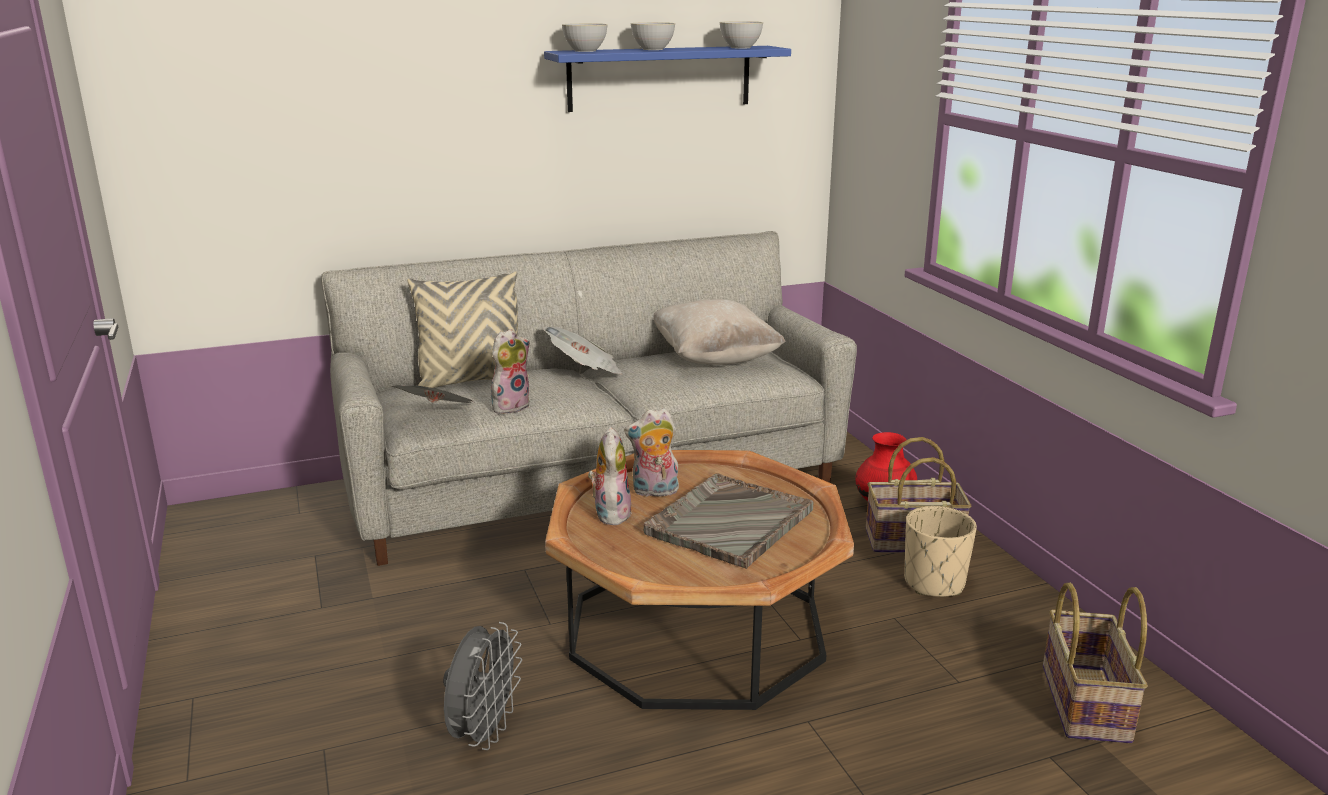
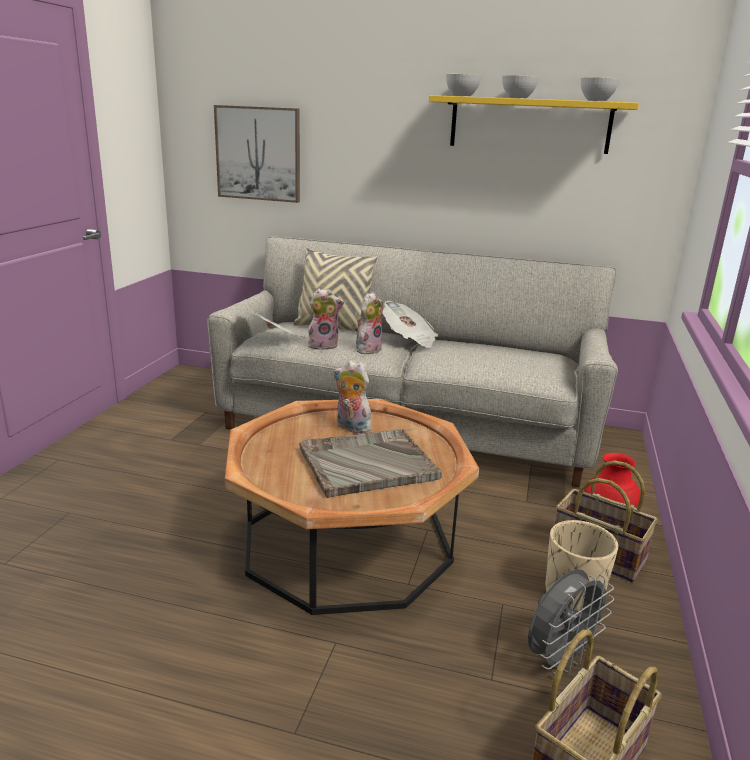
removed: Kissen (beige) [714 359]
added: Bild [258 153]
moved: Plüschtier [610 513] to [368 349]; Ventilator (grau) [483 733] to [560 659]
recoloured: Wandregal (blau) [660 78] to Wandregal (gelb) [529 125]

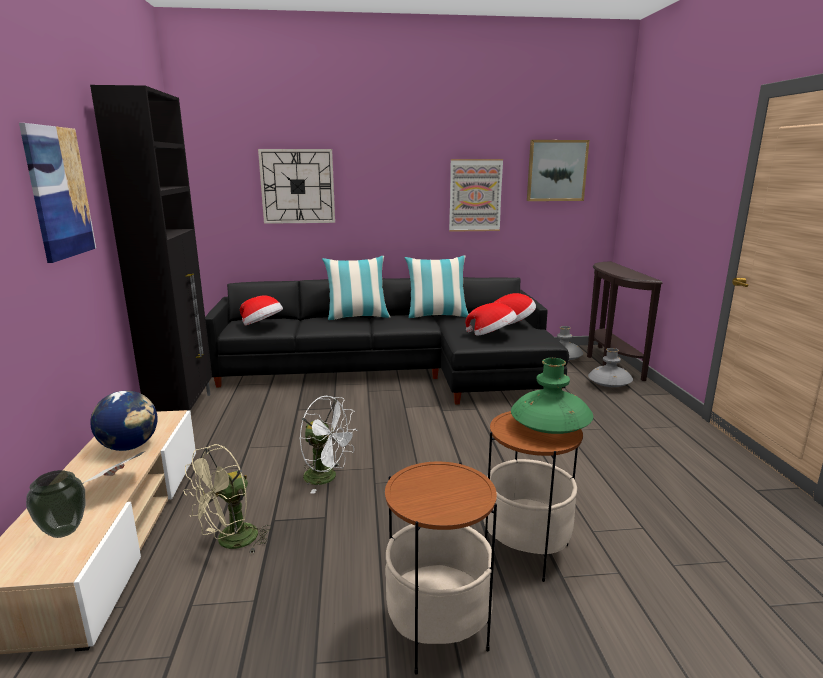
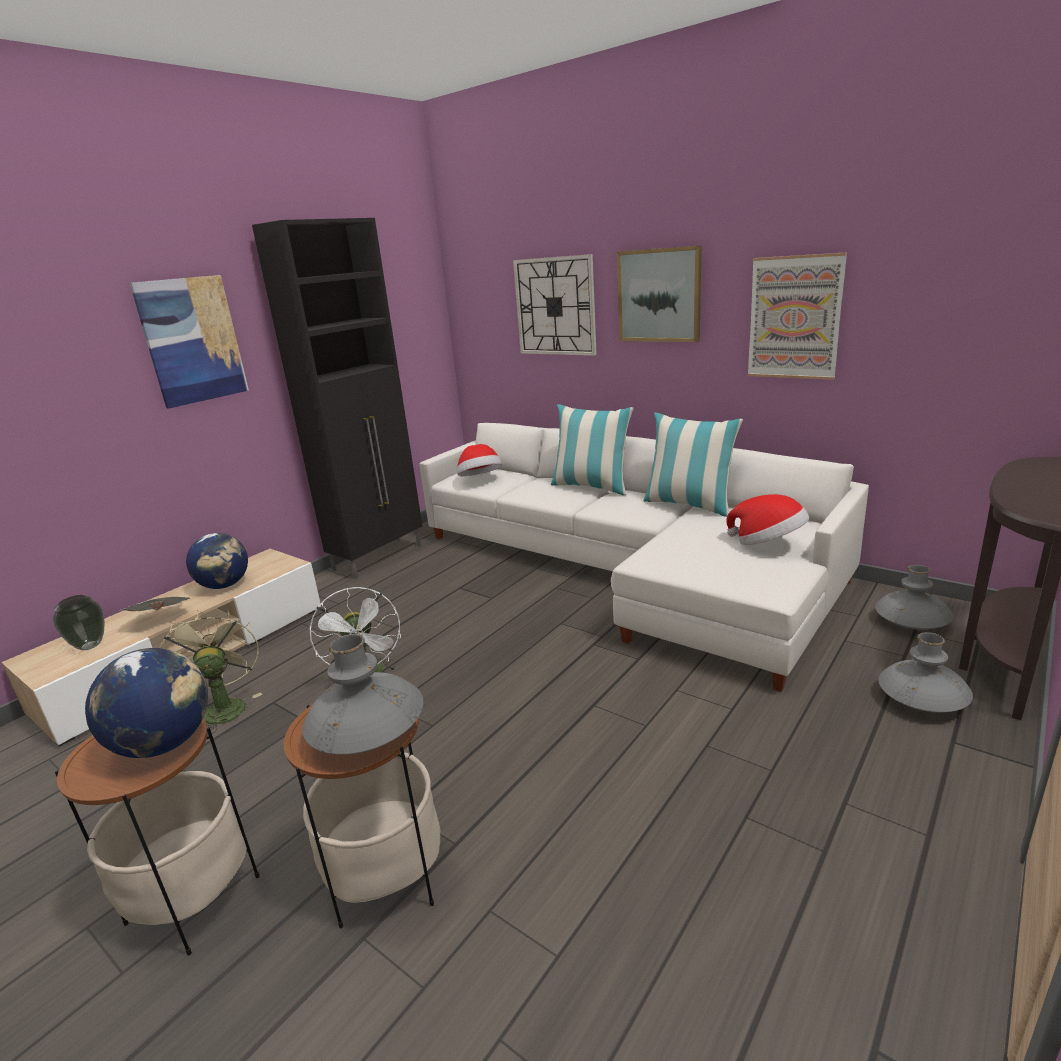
removed: Hut [492 335]
added: Globus [165 743]
moved: Bild [556 170] to [659 295]
recoloured: Vase (grün) [550 426] to Vase (grau) [367 731]; Sofa (schwarz) [399 370] to Sofa (weiß) [631 570]
turned: Ventilator (beige) [230 542] = [223 707] 75 degrees clockwise

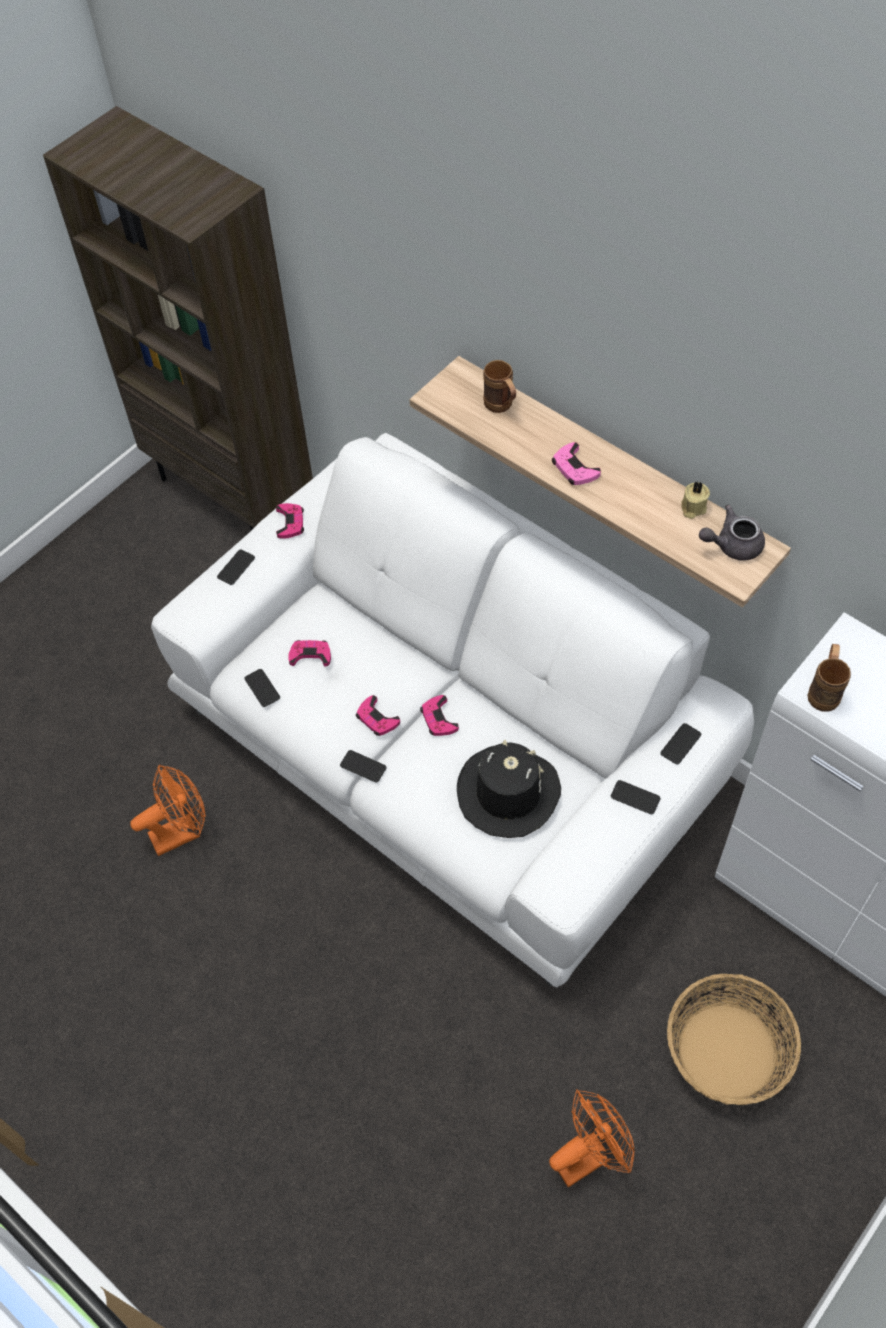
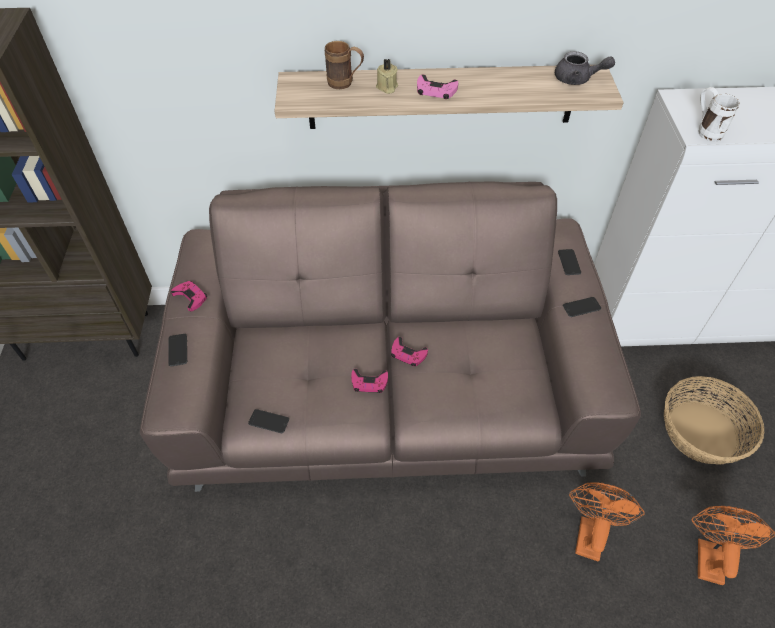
removed: Gamepad (rosa) [310 655]; Handy [363 766]; Hut (schwarz) [507 793]
moved: Kerze (beige) [692 508] to [387 87]; Ventilator (orange) [182 832] to [589 532]
recoloured: Sofa (weiß) [448 750] to Sofa (braun) [388 389]; Henkelbecher (braun) [824 690] to Henkelbecher (weiß) [705 130]
turned: Teekanne (grau) [732 545] = [577 79] 105 degrees counterclockwise

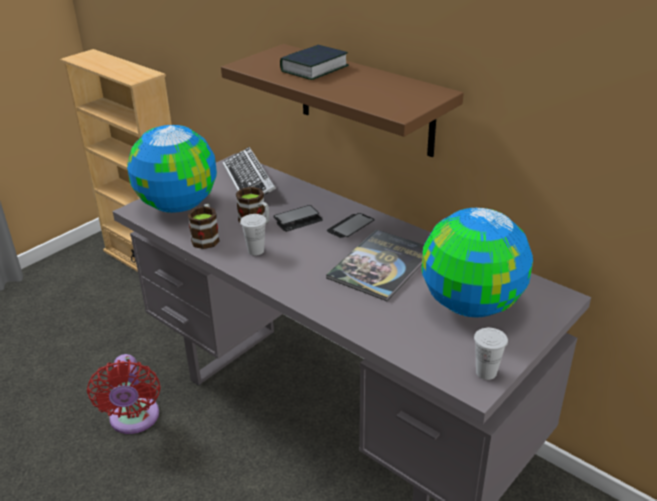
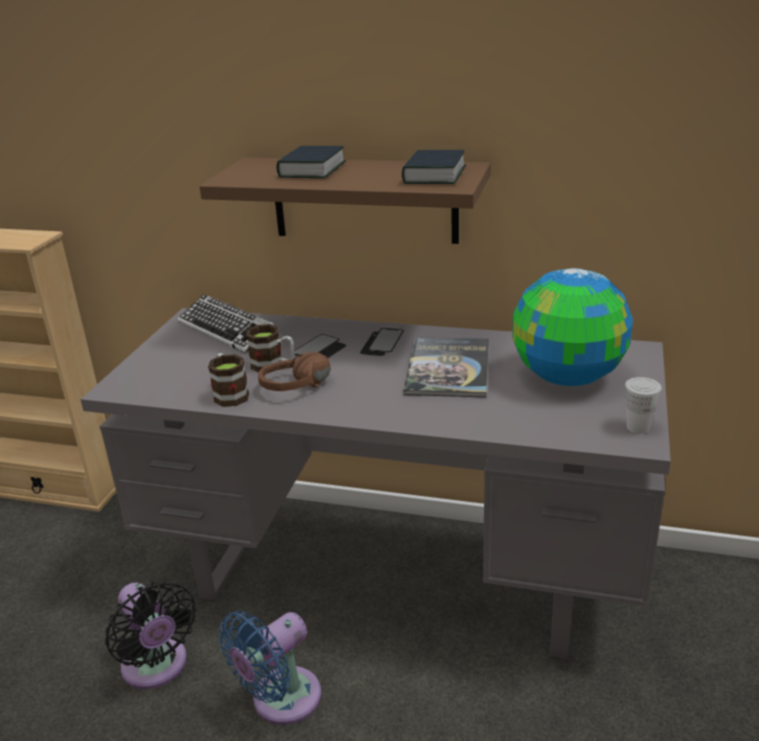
removed: Globus [177 205]
added: Ventilator (blau) [280 701]; Buch [434 175]
replaced: Tasse (weiß) [256 251] to Kopfhörer (braun) [300 391]
recoloured: Ventilator (rot) [134 420] to Ventilator (schwarz) [157 668]

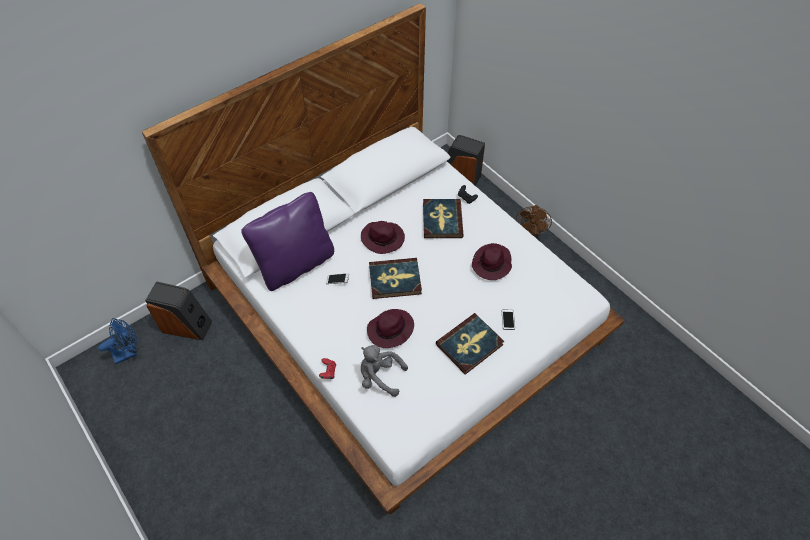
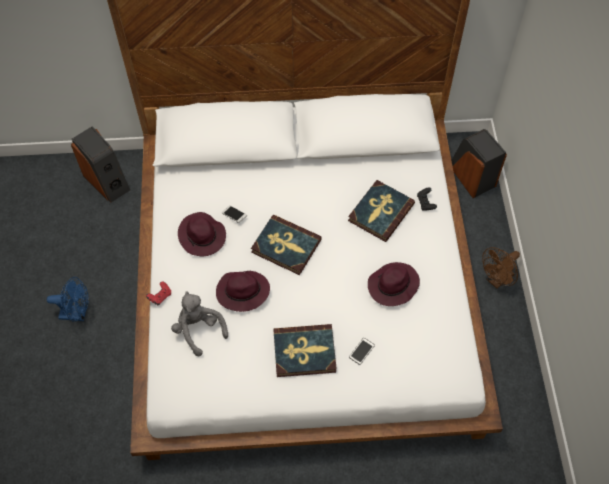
removed: Kissen (lila) [295 264]
moved: Ventilator (blau) [129 352] to [77 313]; Hut (lila) [383 239] to [202 236]

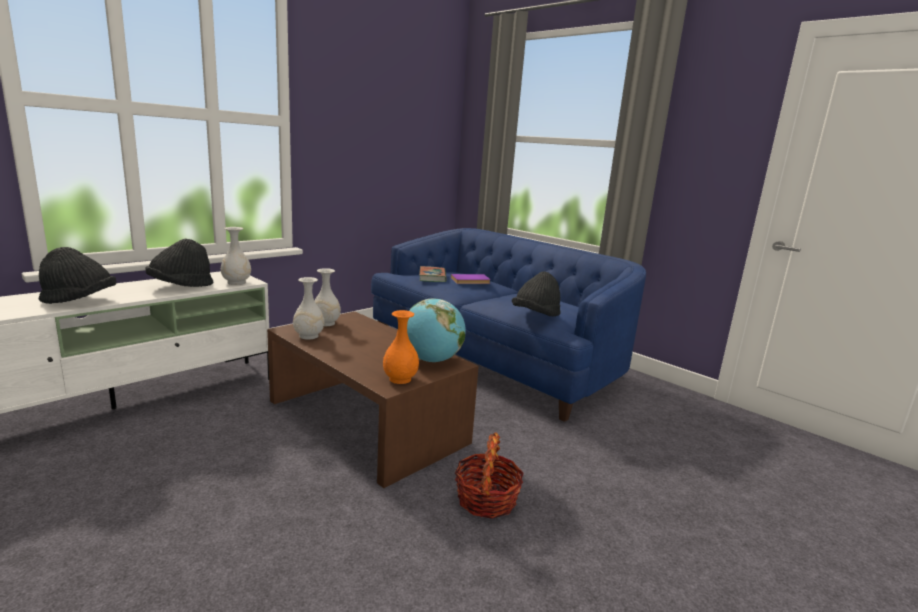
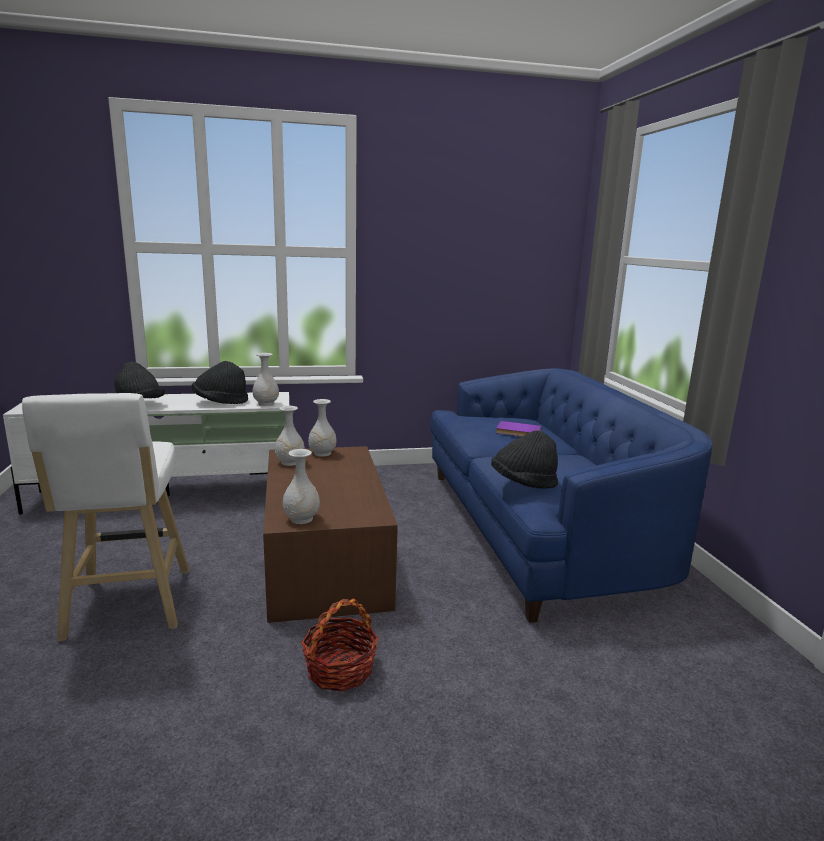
removed: Globus [432 360]; Buch [432 277]
added: Hocker (weiß) [127 607]
recoloured: Vase (orange) [400 379] to Vase (weiß) [302 519]

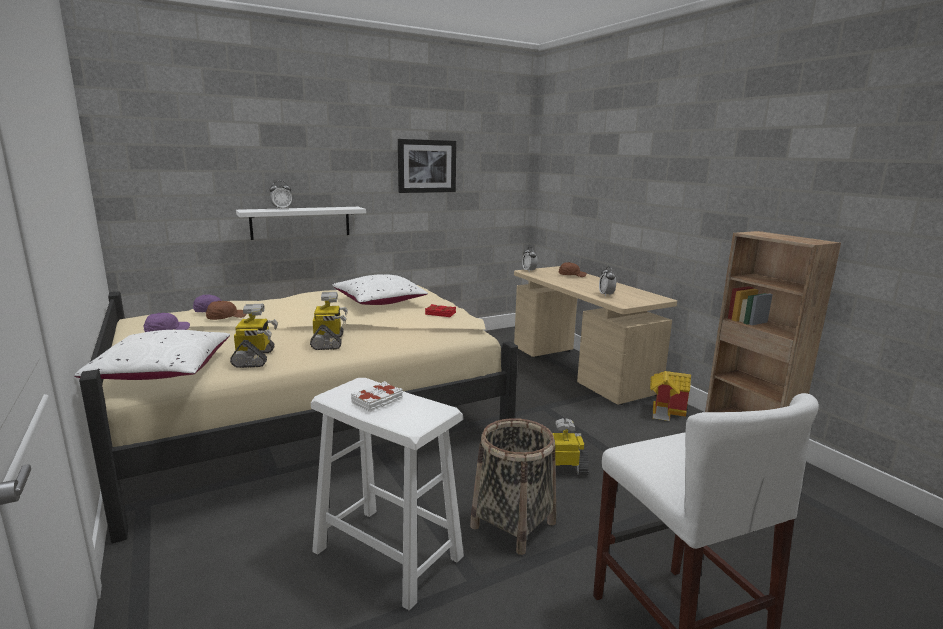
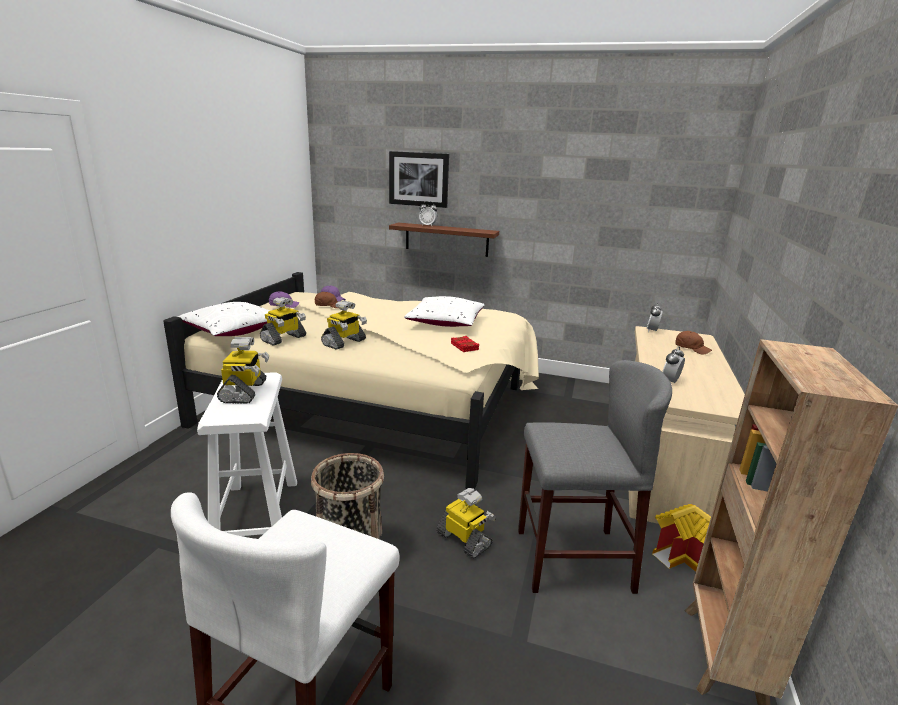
added: Hocker (grau) [572 559]
moved: Bild [427 166] to [418 179]
replaced: Buch (weiß) [378 401] to Spielzeugroboter [244 392]
recoloured: Wandregal (weiß) [301 222] to Wandregal (braun) [446 239]

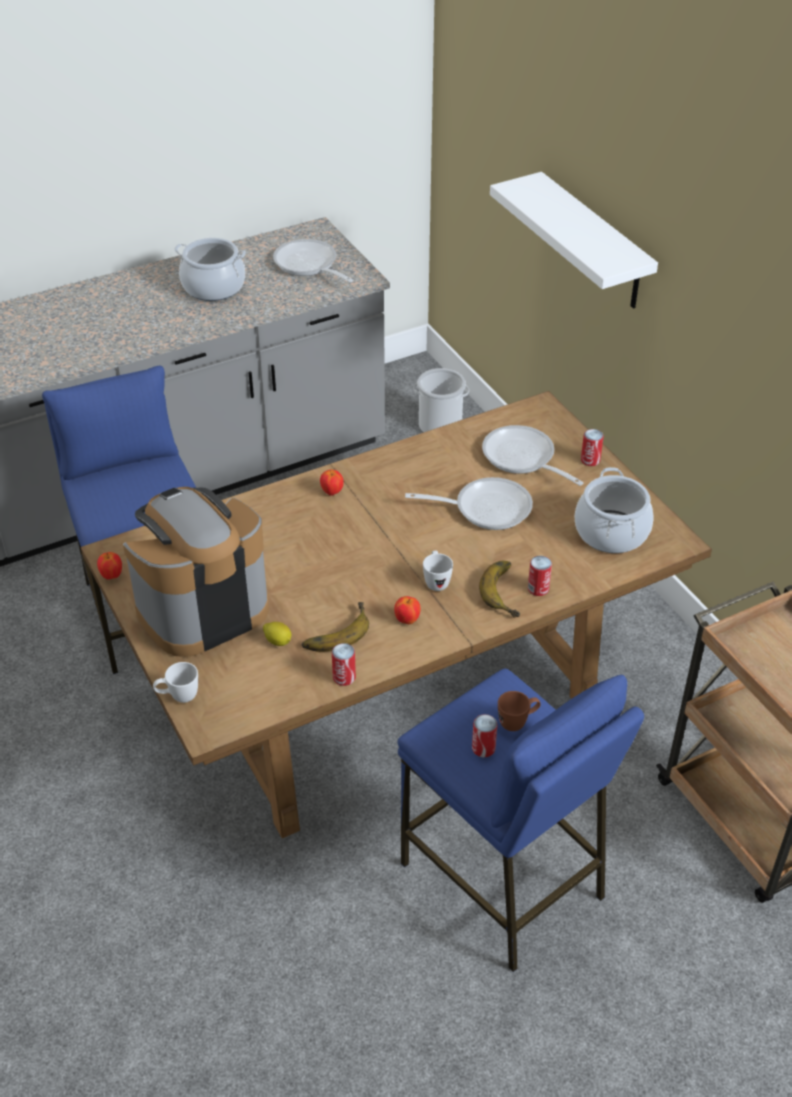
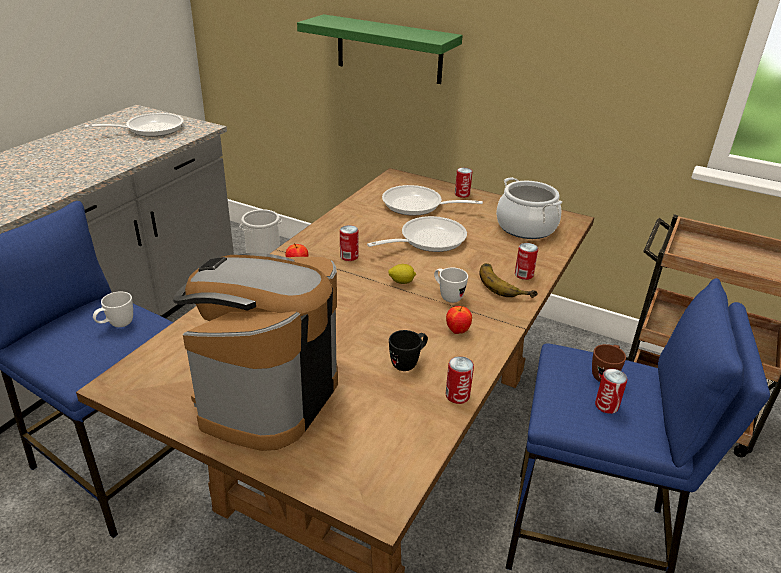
removed: Apfel [112 576]; Kochtopf [213 287]
added: Dose [349 256]
moved: Henkelbecher (weiß) [178 697] to [116 325]; Zitrone [278 641] to [401 282]
replaced: Banane [334 631] to Henkelbecher (schwarz) [408 363]
recoloured: Wandregal (weiß) [594 243] to Wandregal (grün) [389 49]
turned: Pfanne [308 265] = [149 129] 135 degrees clockwise

